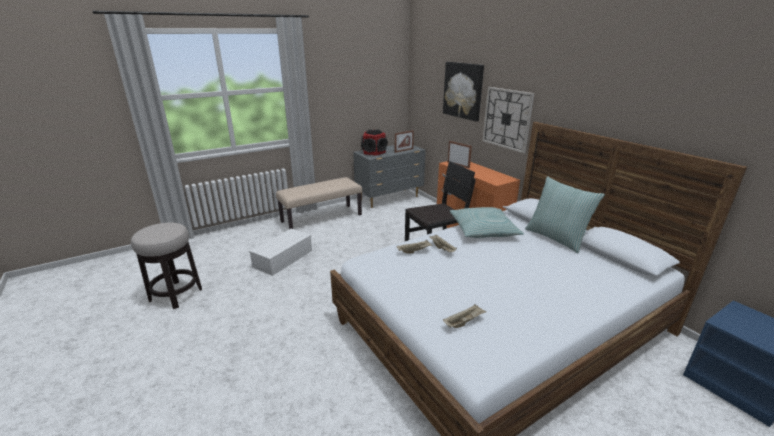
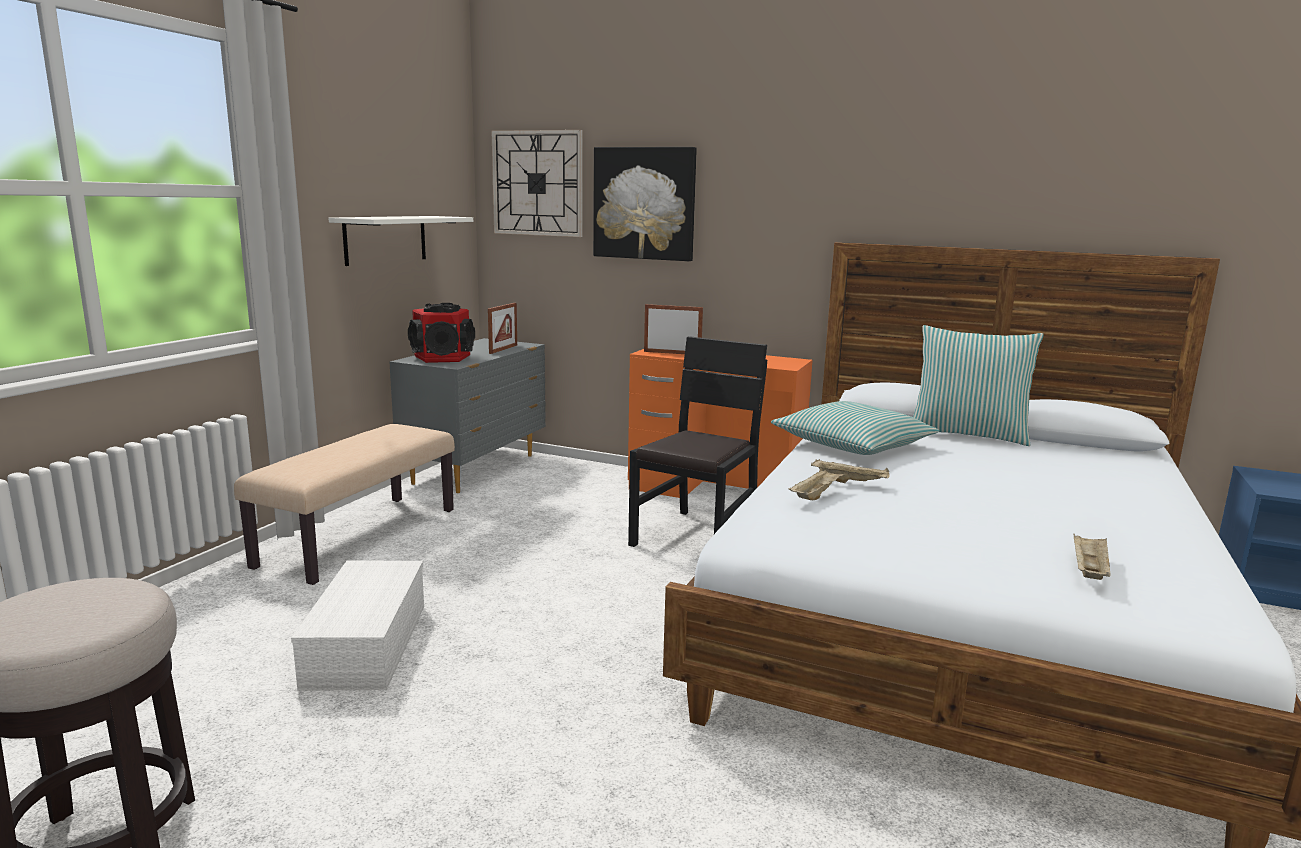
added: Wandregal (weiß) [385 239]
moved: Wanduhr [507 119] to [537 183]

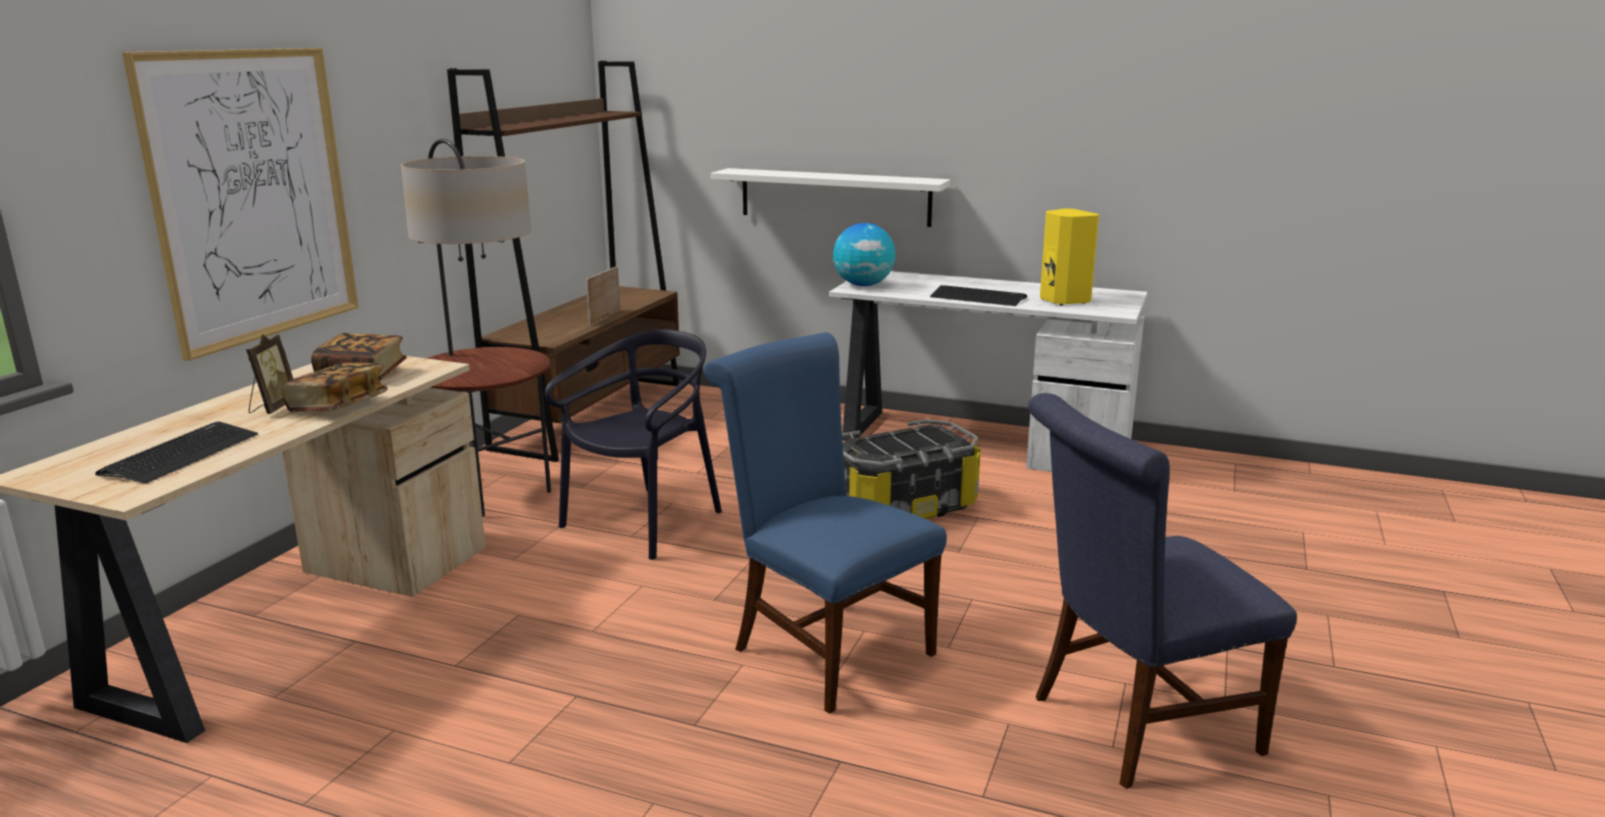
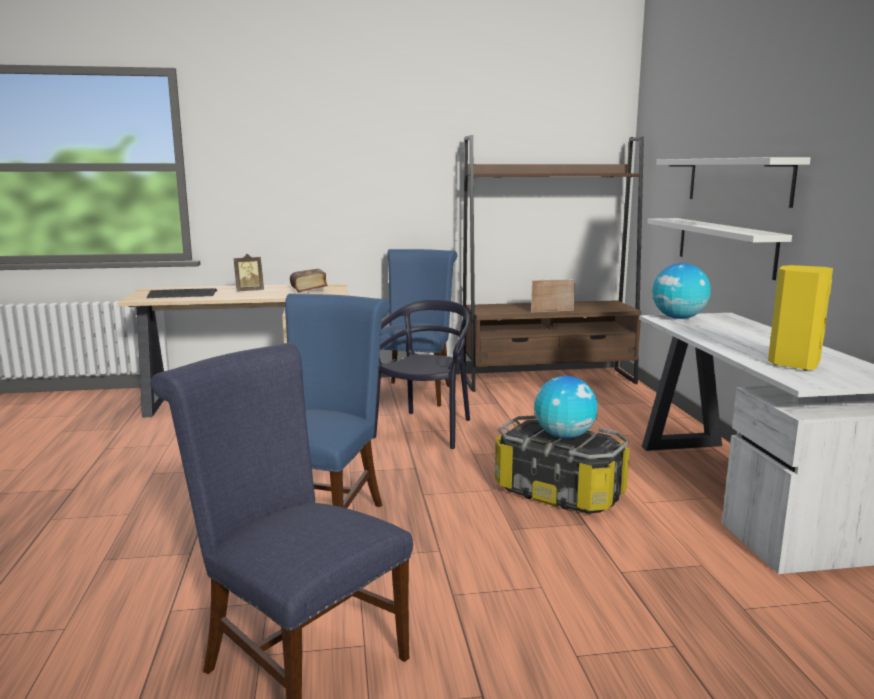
removed: Bild [252 196]; Buch [338 406]; Tastatur [977 298]
added: Globus [564 436]; Wandregal (weiß) [737 180]
replaced: Stehlampe [493 492] to Stuhl (blau) [414 392]
turned: Stuhl (schwarz) [644 522] = [425 430] 75 degrees counterclockwise

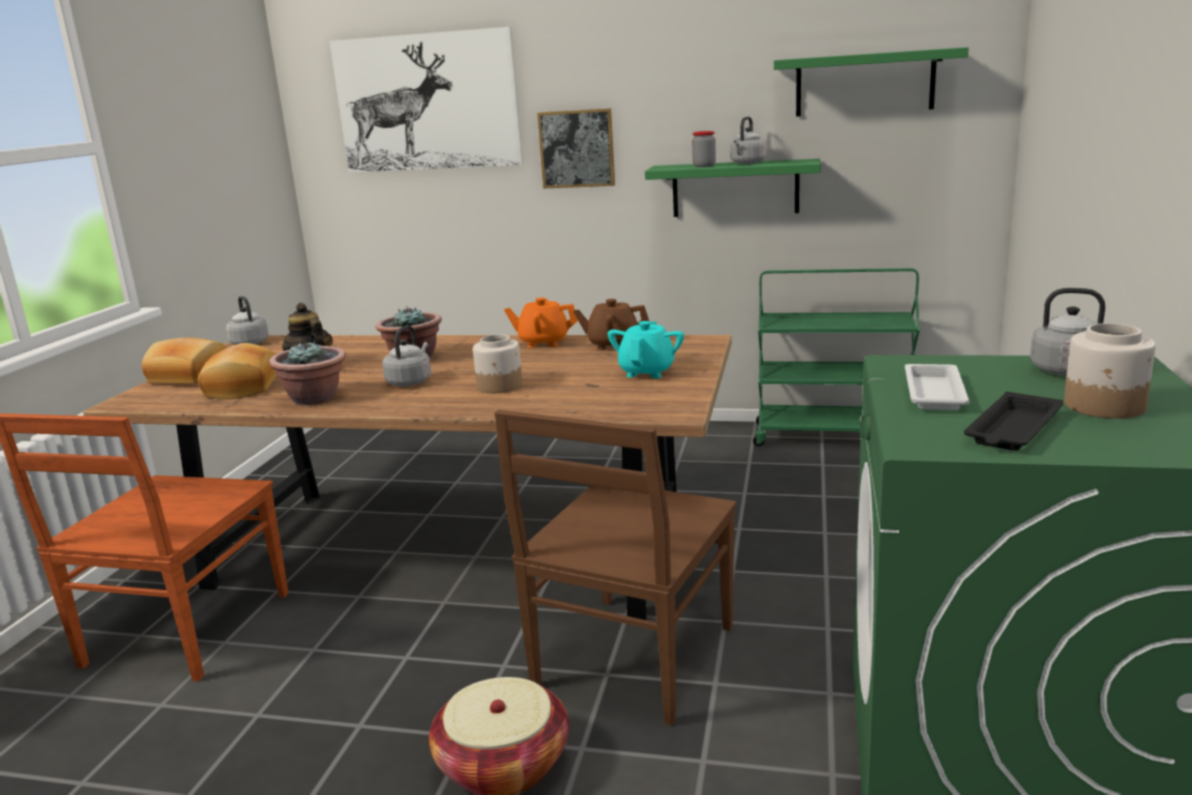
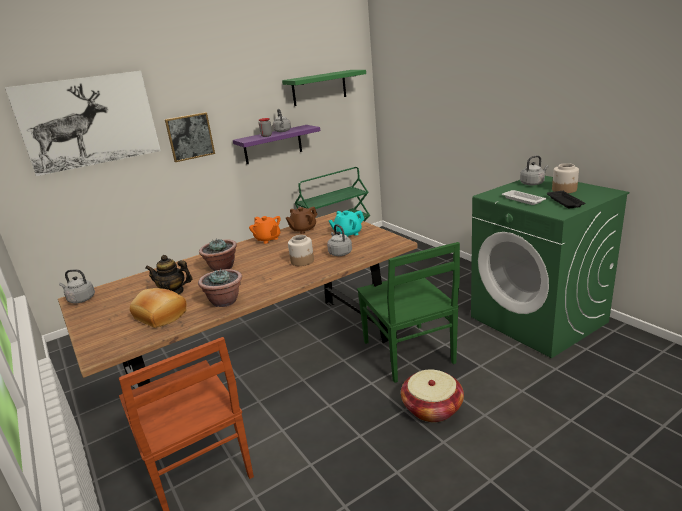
removed: Brot [188 378]
moved: Wasserkessel (grau) [410 381] to [339 253]
recoloured: Wandregal (grün) [735 188] to Wandregal (lila) [273 144]; Stuhl (braun) [632 659] to Stuhl (grün) [409 353]
turned: Teekanne (orange) [543 342] = [267 239] 90 degrees counterclockwise; Teekanne (türkis) [647 372] = [347 234] 90 degrees counterclockwise

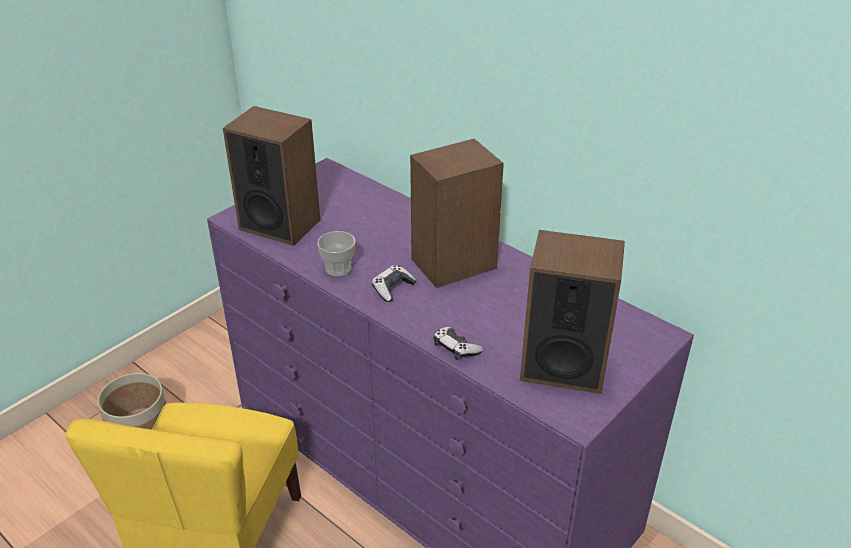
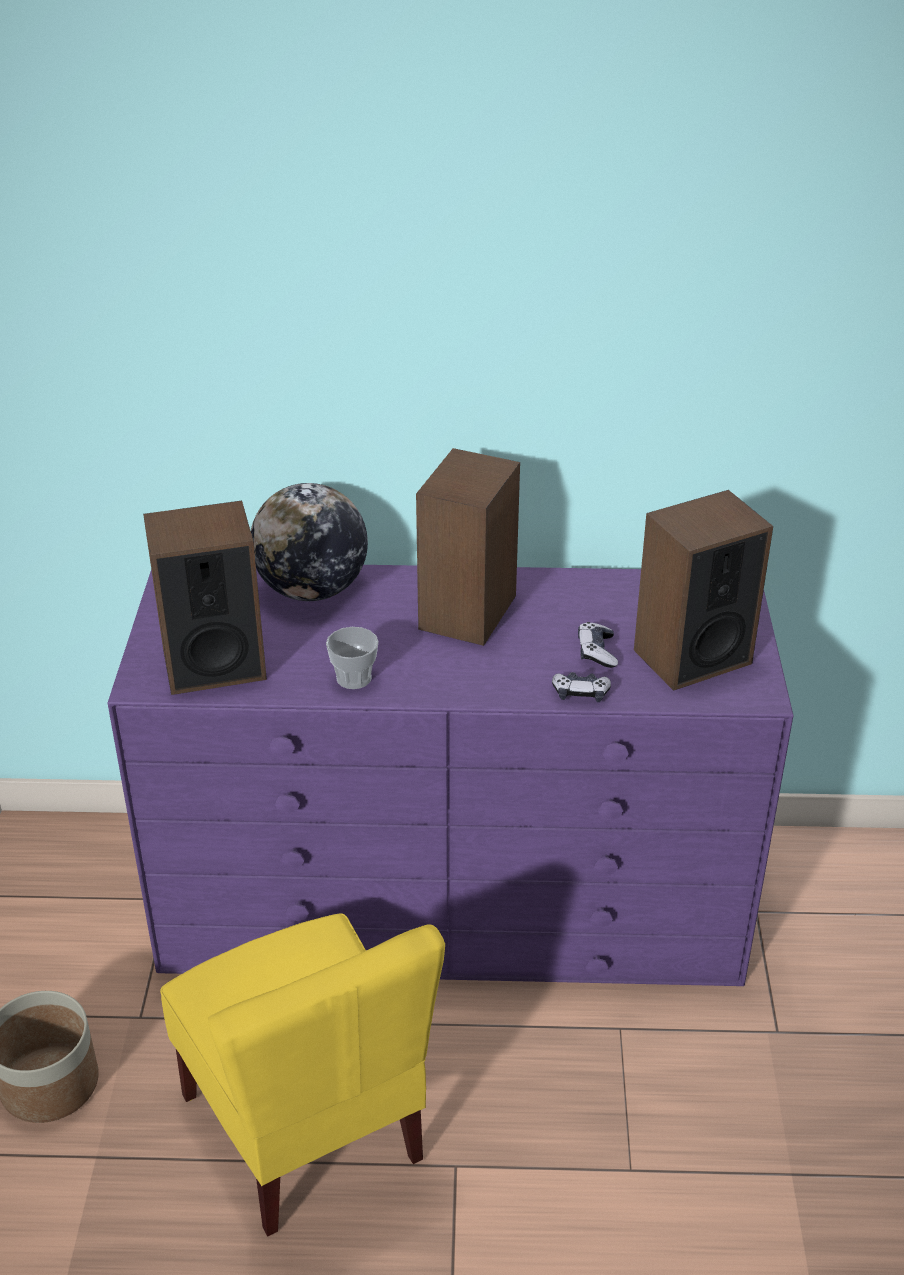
added: Globus [312 590]
moved: Gamepad [393 288] to [596 652]

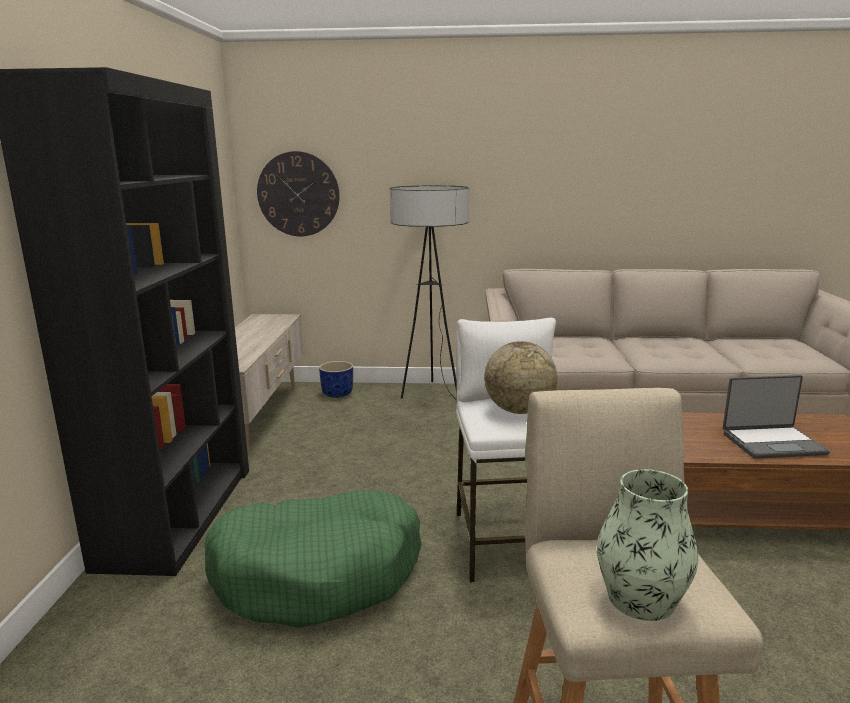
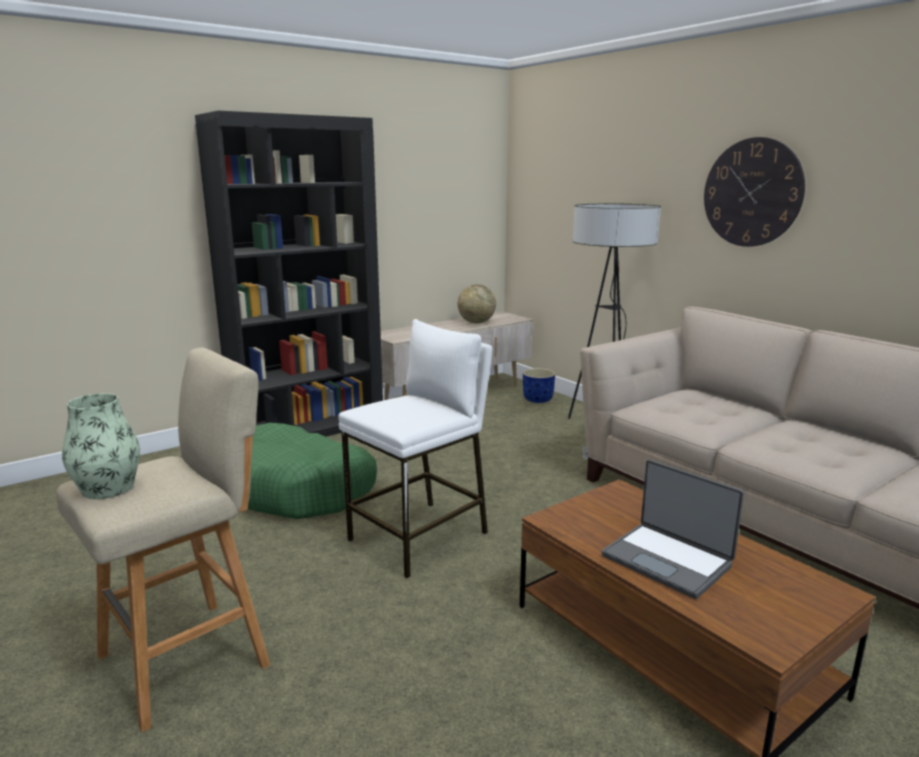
moved: Globus [519 410] to [476 322]; Wanduhr [298 194] to [752 193]

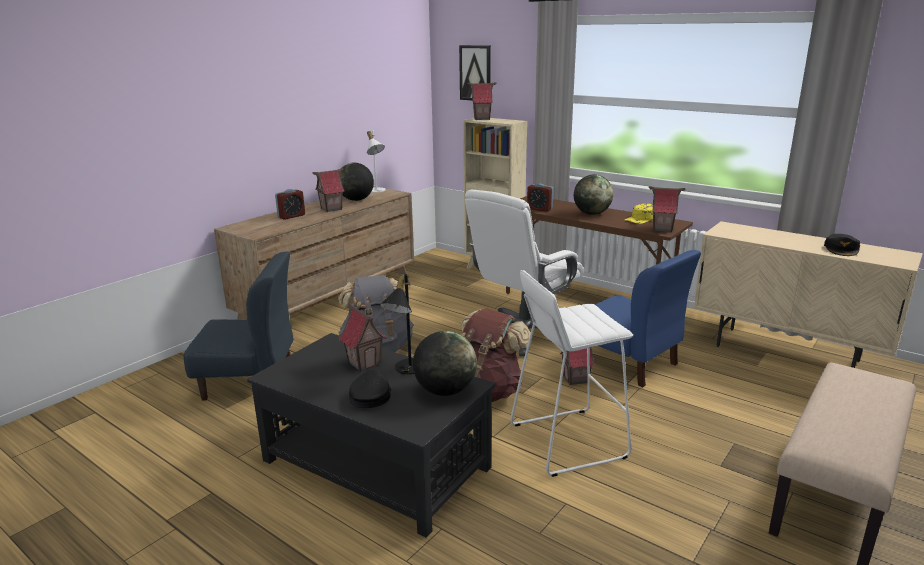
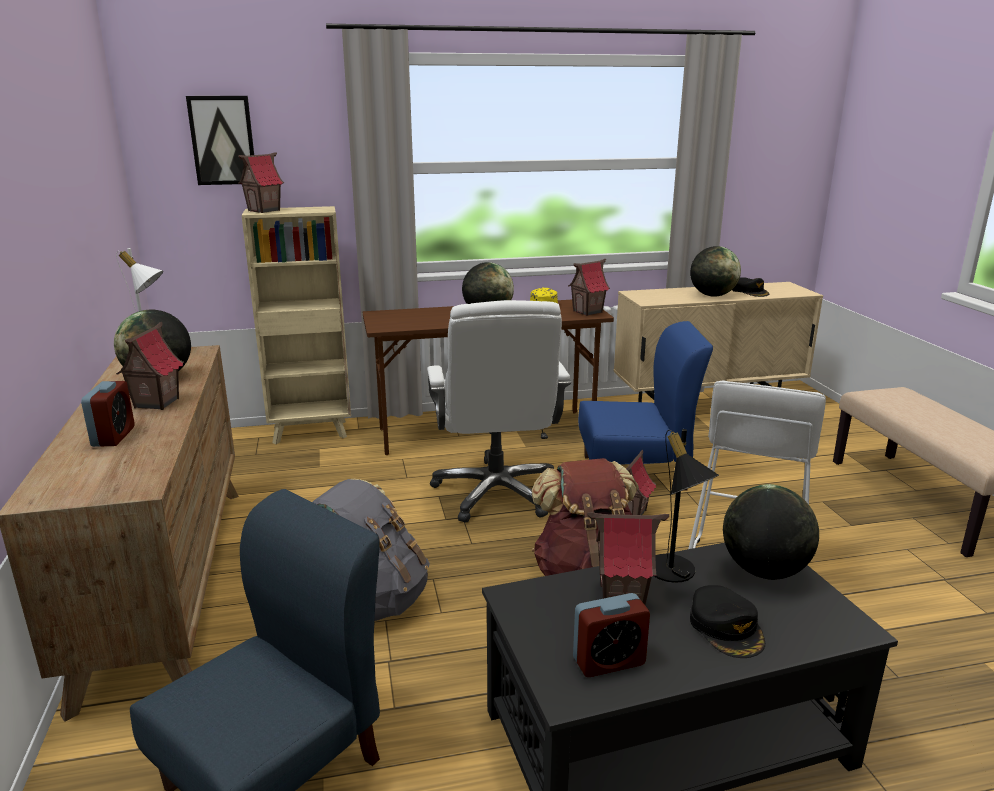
added: Globus [712 295]
moved: Wecker [539 209] to [608 661]
turned: Kappe (schwarz) [370 395] = [726 628] 150 degrees counterclockwise

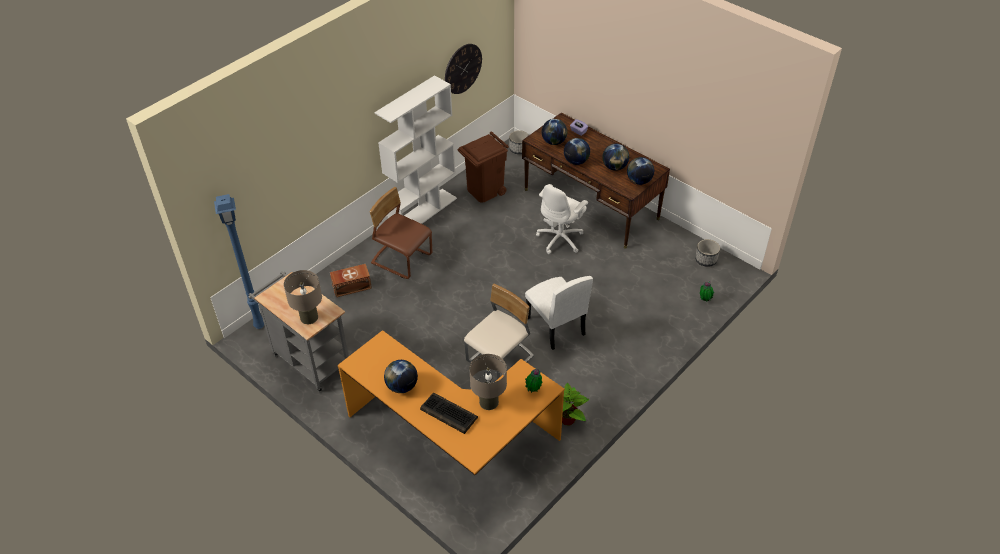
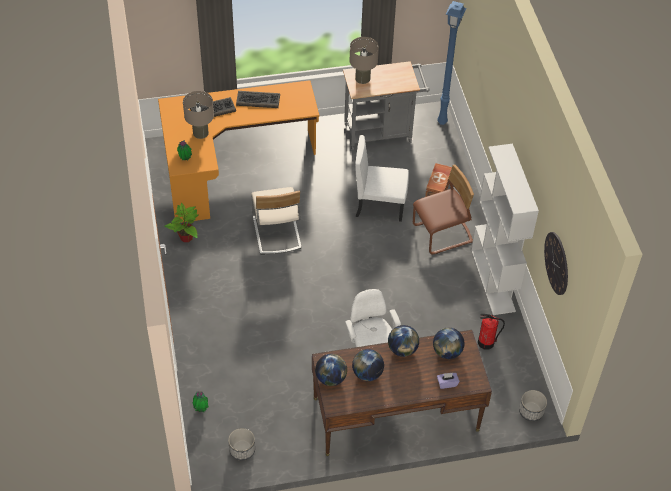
moved: Stuhl (weiß) [555 326] to [380 205]
replaced: Globus [402 386] to Tastatur [258 100]; Mülleimer (braun) [485 191] to Feuerlöscher [486 342]

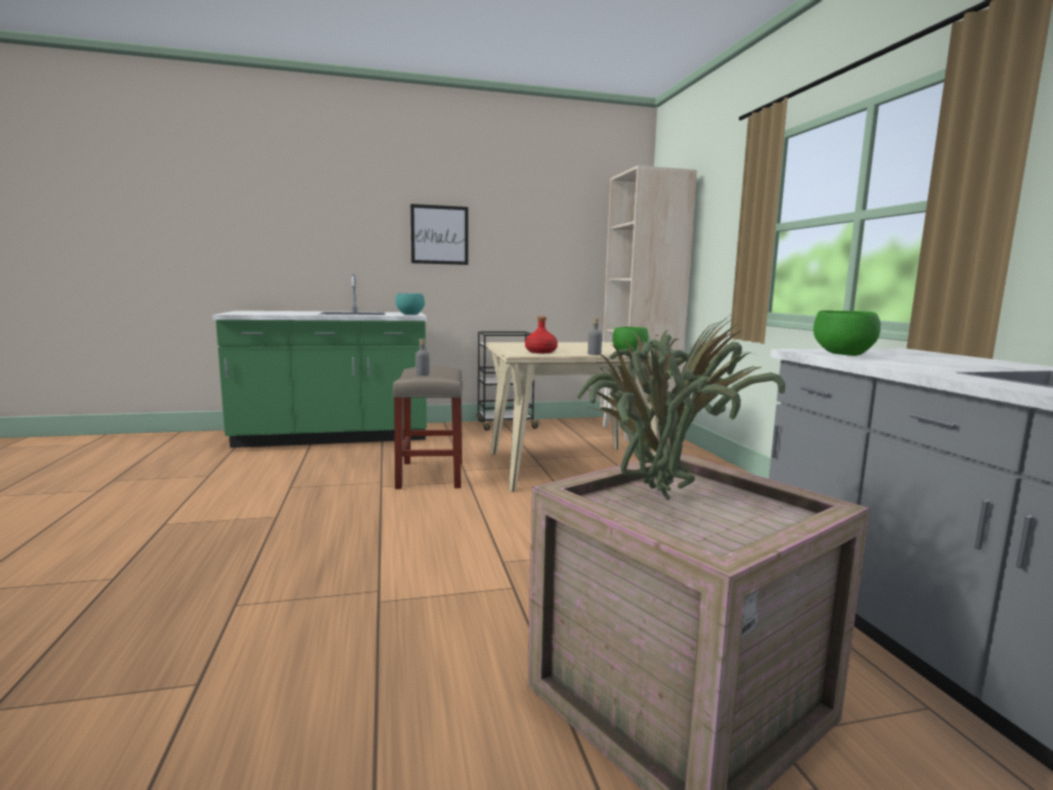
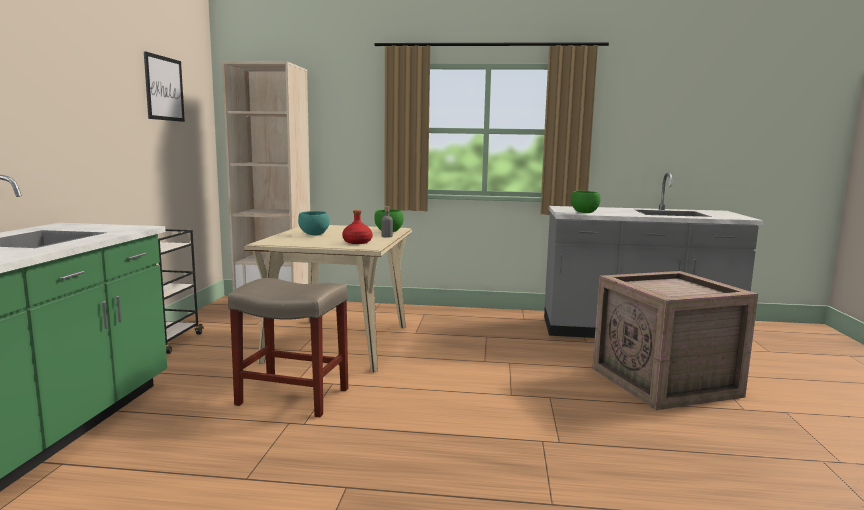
removed: Flasche (grau) [422 374]; Topfpflanze [657 501]
moved: Bild [439 235] to [164 88]; Schüssel (türkis) [409 314] to [314 234]

